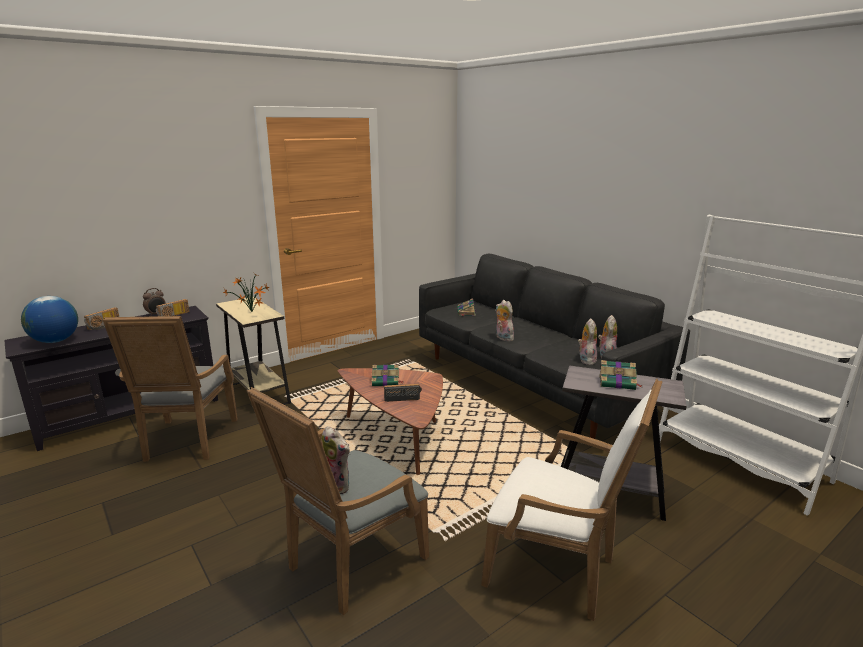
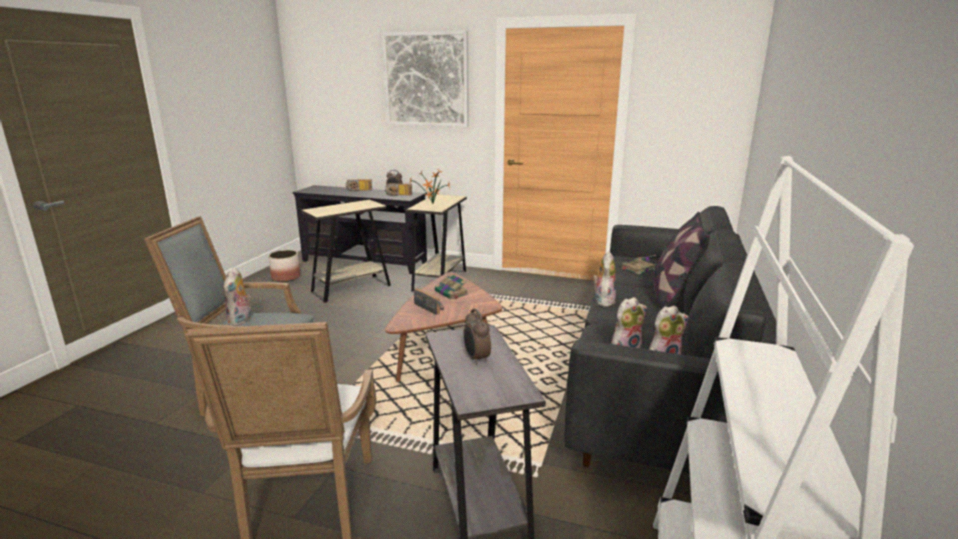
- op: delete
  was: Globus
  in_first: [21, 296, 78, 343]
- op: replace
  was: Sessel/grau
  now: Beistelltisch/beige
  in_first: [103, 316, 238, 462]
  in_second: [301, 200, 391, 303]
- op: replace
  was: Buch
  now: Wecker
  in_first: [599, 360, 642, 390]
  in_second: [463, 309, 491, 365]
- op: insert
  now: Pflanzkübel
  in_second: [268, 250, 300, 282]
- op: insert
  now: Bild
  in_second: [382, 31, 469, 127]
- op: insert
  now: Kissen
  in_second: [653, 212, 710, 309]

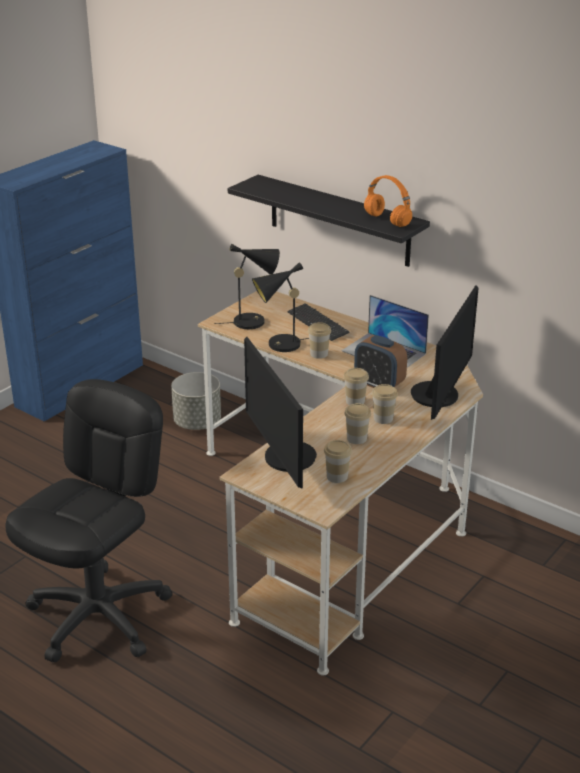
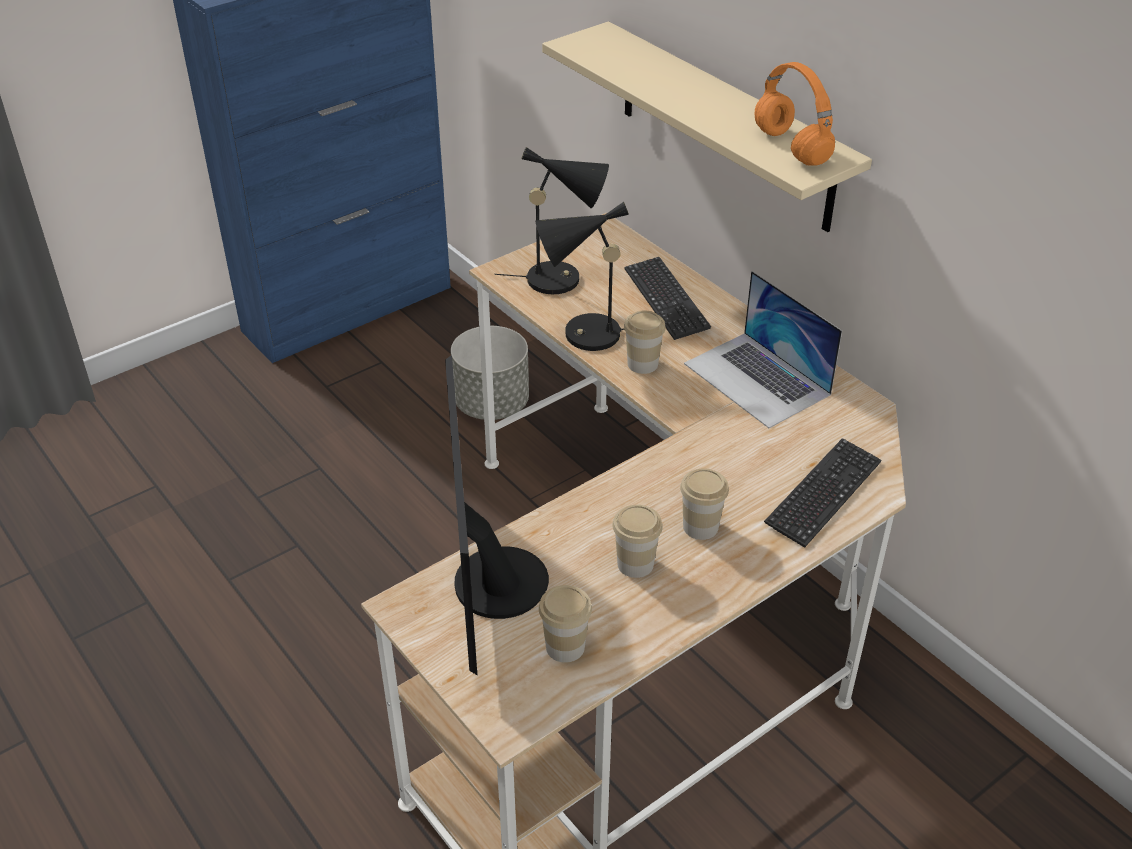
- op: delete
  was: Bürostuhl/schwarz
  in_first: [5, 379, 173, 663]
- op: recolor
  was: Wandregal/schwarz
  now: Wandregal/beige
  in_first: [228, 175, 430, 267]
  in_second: [542, 21, 872, 232]
- op: delete
  was: Tasse
  in_first: [343, 368, 369, 405]
- op: delete
  was: Wecker
  in_first: [354, 335, 407, 388]
- op: replace
  was: Monitor
  now: Tastatur
  in_first: [411, 285, 479, 420]
  in_second: [764, 438, 881, 548]

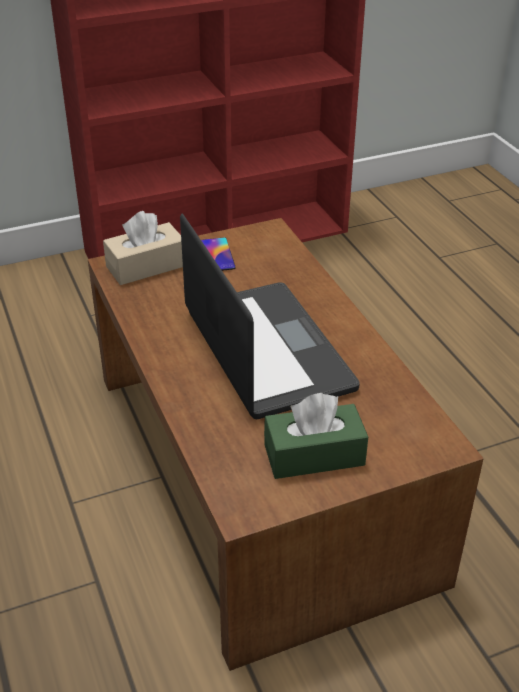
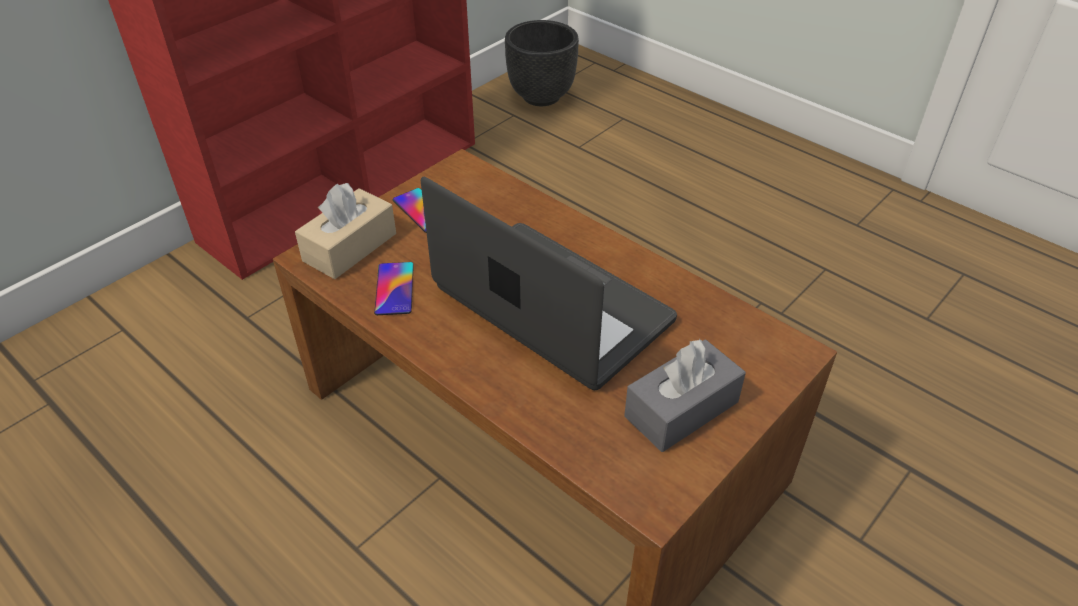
- op: recolor
  was: Taschentuchbox/grün
  now: Taschentuchbox/grau
  in_first: [264, 393, 368, 479]
  in_second: [624, 339, 746, 452]
- op: insert
  now: Handy
  in_second: [374, 262, 414, 315]
- op: insert
  now: Pflanzkübel/schwarz
  in_second: [505, 20, 579, 106]

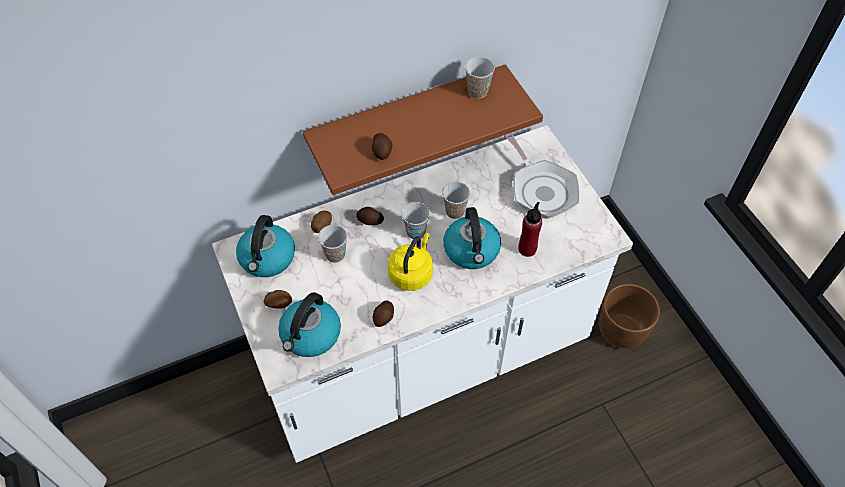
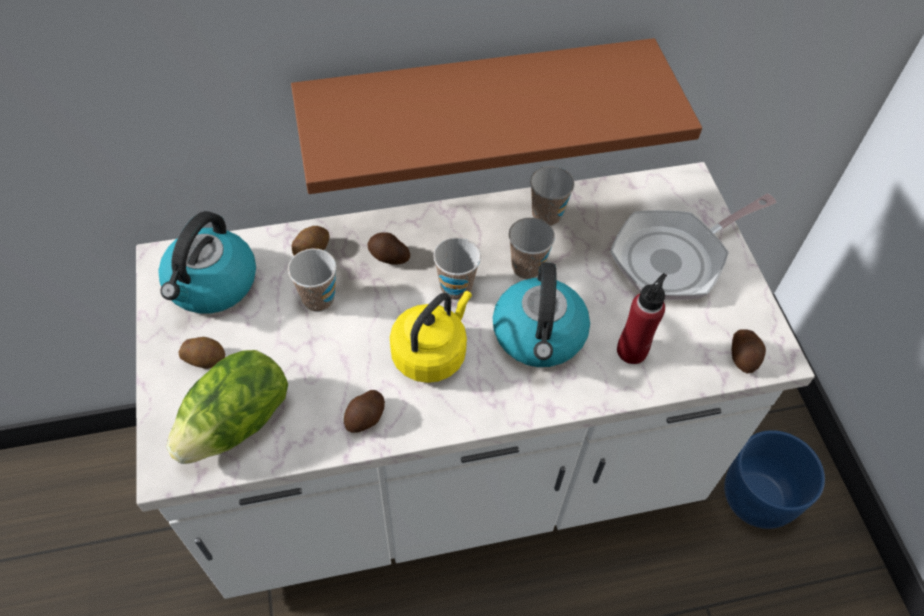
- op: replace
  was: Wasserkessel
  now: Salatkopf
  in_first: [278, 292, 341, 357]
  in_second: [166, 350, 288, 464]
- op: move
  was: Kartoffel
  in_first: [372, 133, 393, 160]
  in_second: [732, 329, 766, 374]
- op: move
  was: Tasse
  in_first: [465, 57, 495, 99]
  in_second: [530, 166, 575, 226]
- op: rotate
  was: Pfanne
  in_first: [504, 133, 579, 219]
  in_second: [610, 193, 776, 300]
  clockwise: 75
- op: recolor
  was: Pflanzkübel/braun
  now: Pflanzkübel/blau
  in_first: [599, 284, 660, 349]
  in_second: [724, 430, 825, 529]

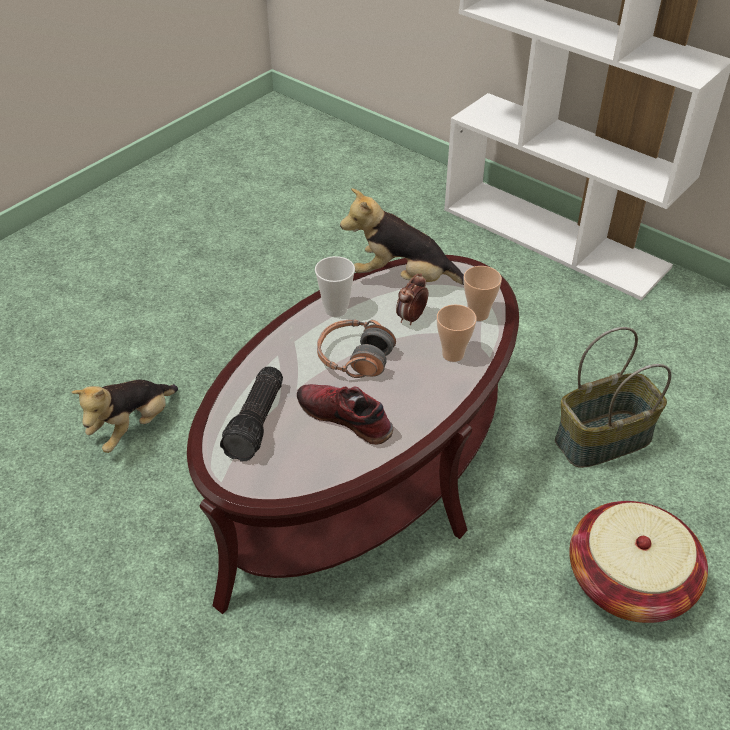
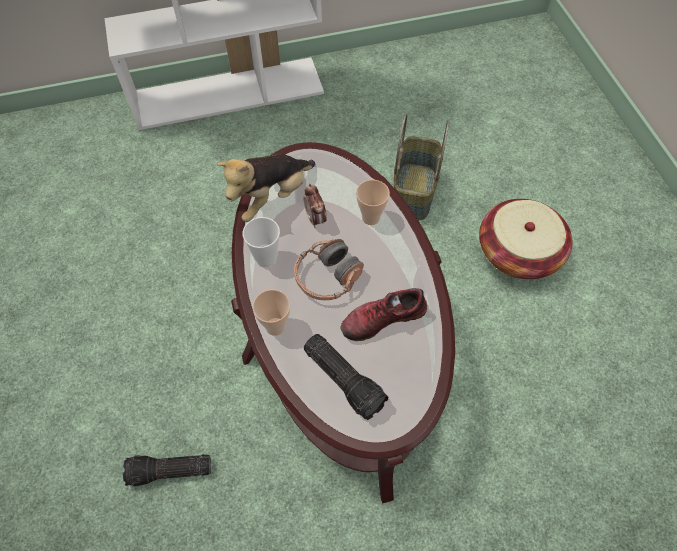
- op: replace
  was: Plüschtier
  now: Taschenlampe
  in_first: [71, 380, 178, 453]
  in_second: [123, 454, 211, 486]
- op: move
  was: Tasse
  in_first: [464, 266, 502, 321]
  in_second: [253, 290, 290, 336]

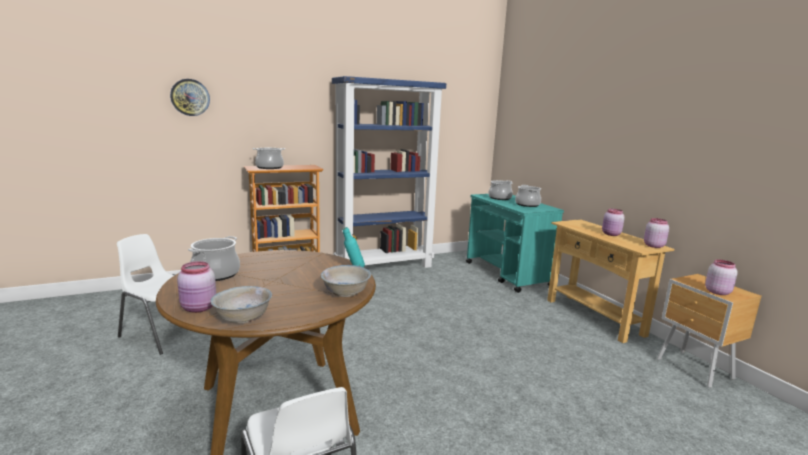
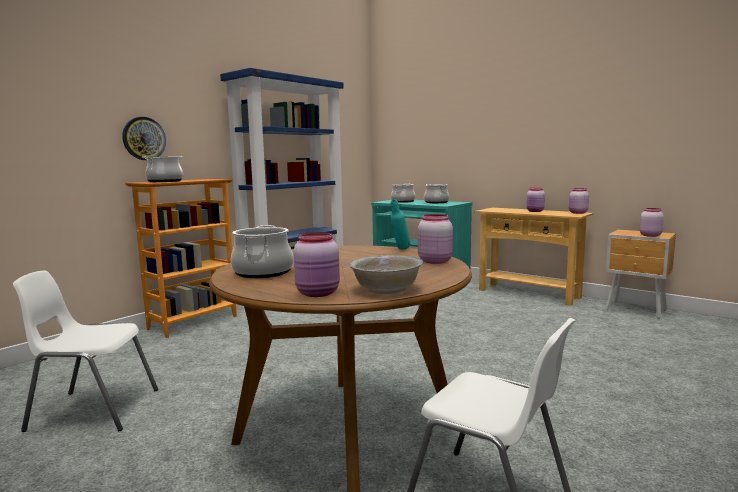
- op: move
  was: Wanduhr
  in_first: [170, 79, 210, 116]
  in_second: [122, 117, 166, 160]
- op: replace
  was: Schüssel/weiß
  now: Vorratsglas/rosa
  in_first: [321, 265, 371, 297]
  in_second: [418, 214, 453, 264]

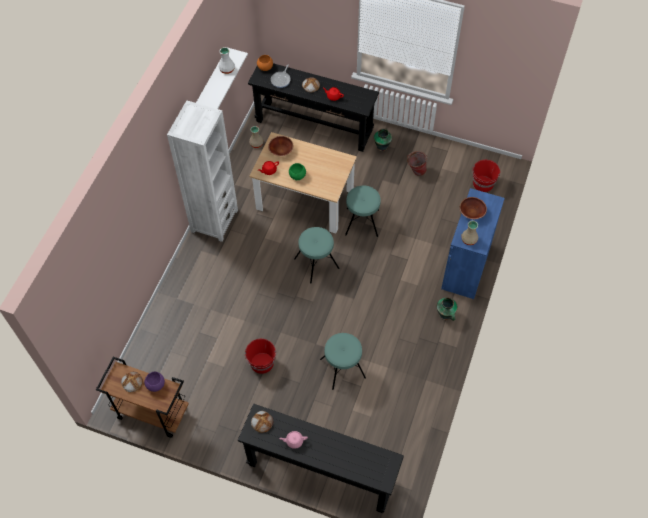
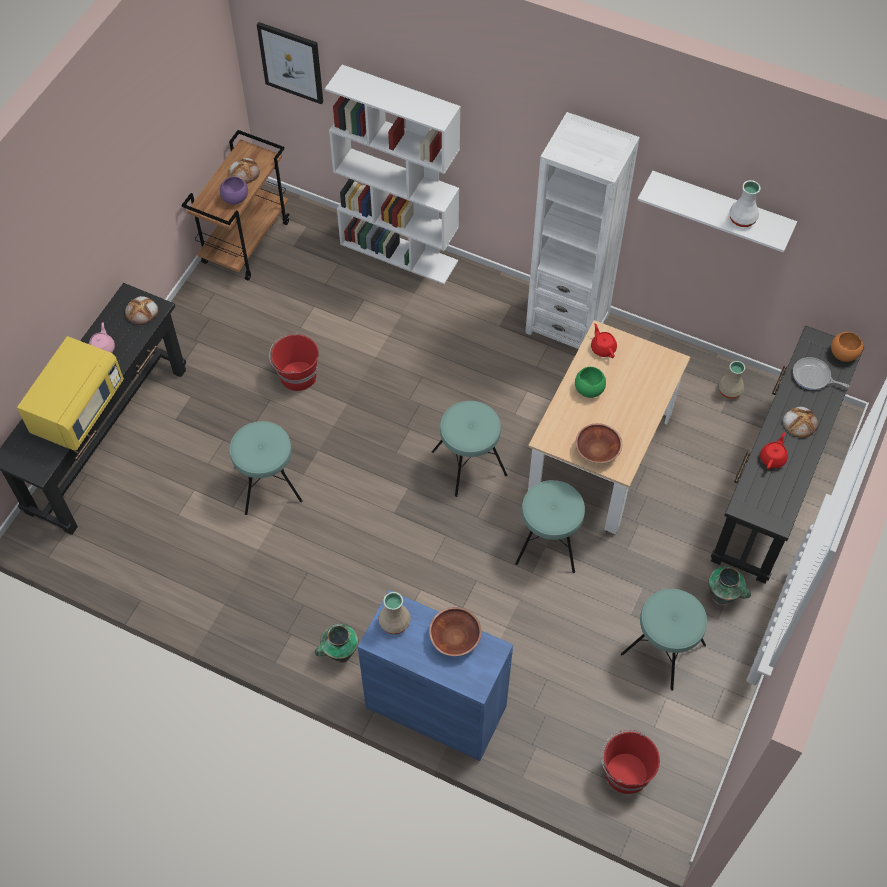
- op: move
  was: Schüssel/braun
  in_first: [268, 136, 293, 156]
  in_second: [576, 423, 622, 463]
- op: replace
  was: Eimer
  now: Hocker/türkis
  in_first: [407, 151, 428, 176]
  in_second: [621, 589, 707, 691]
- op: insert
  now: Mikrowelle/gelb
  in_second: [17, 336, 124, 451]
- op: insert
  now: Bild
  in_second: [257, 22, 323, 104]
- op: insert
  now: Bücherregal/weiß
  in_second: [325, 65, 461, 284]

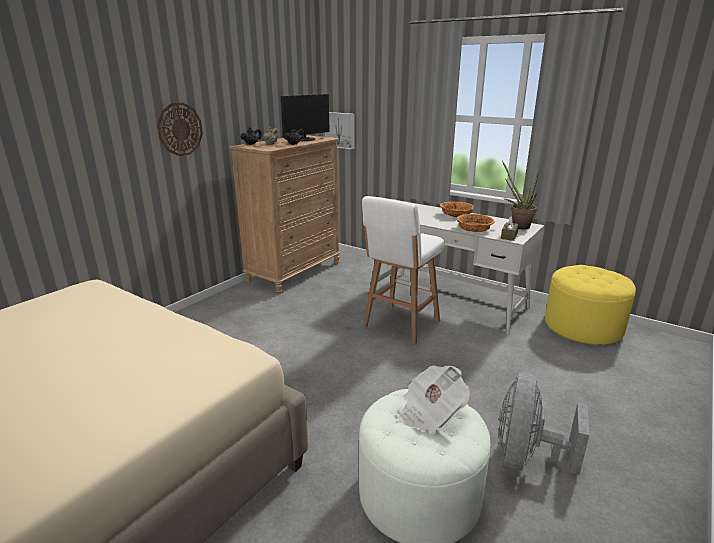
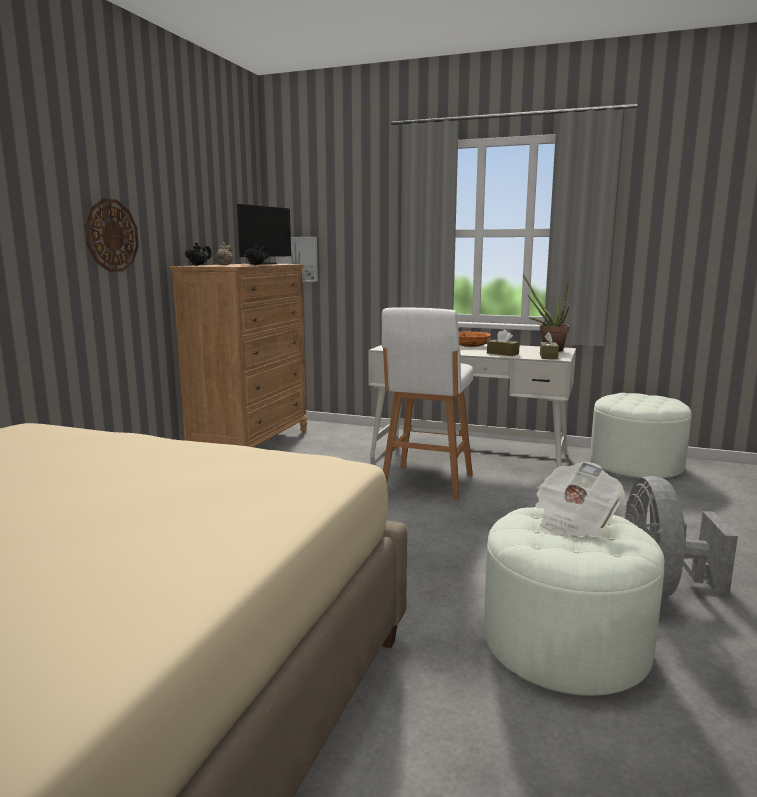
- op: replace
  was: Schüssel/orange
  now: Taschentuchbox/braun
  in_first: [456, 214, 495, 232]
  in_second: [487, 329, 520, 356]
- op: recolor
  was: Polsterhocker/gelb
  now: Polsterhocker/weiß
  in_first: [545, 265, 636, 345]
  in_second: [590, 393, 691, 479]

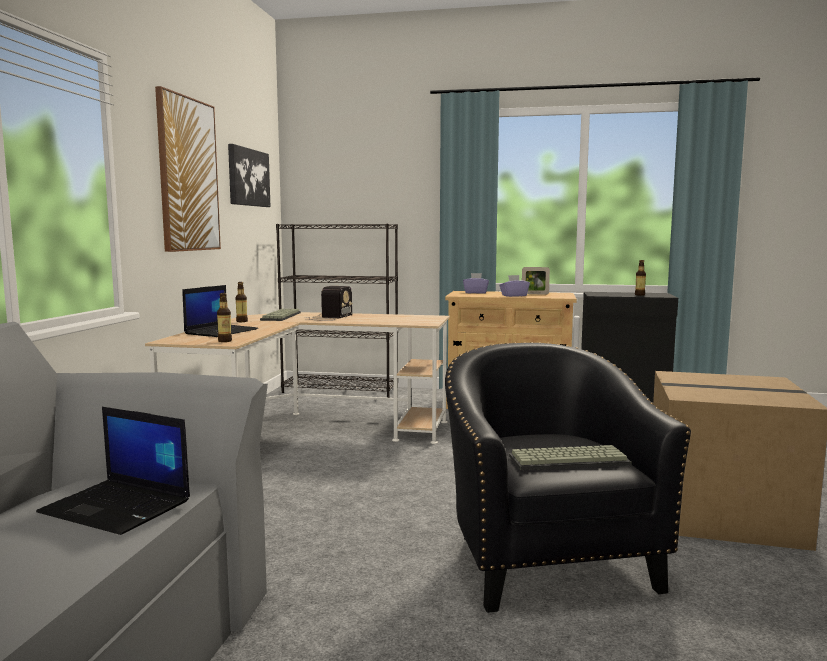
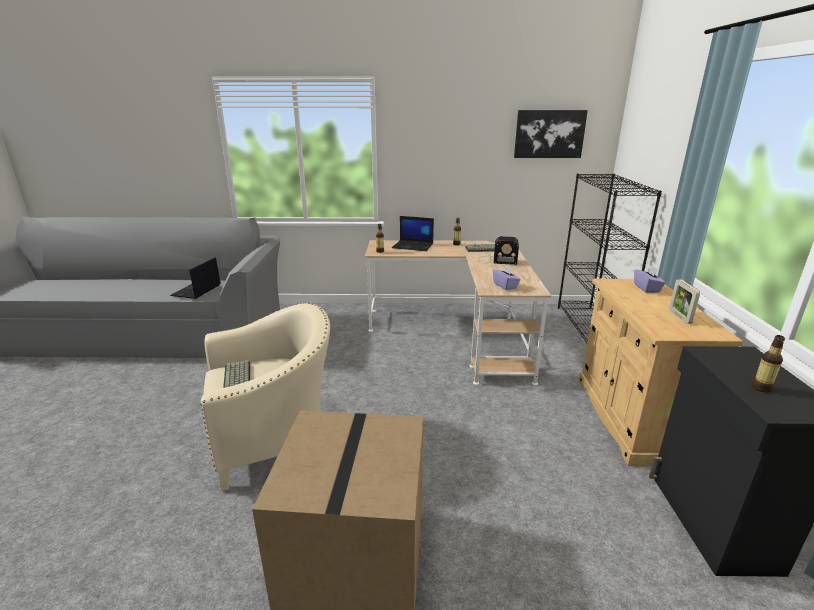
- op: delete
  was: Bild
  in_first: [155, 86, 221, 252]
- op: recolor
  was: Sessel/schwarz
  now: Sessel/beige
  in_first: [445, 342, 691, 613]
  in_second: [201, 302, 330, 491]
- op: move
  was: Taschentuchbox/lila
  in_first: [500, 275, 530, 297]
  in_second: [493, 265, 521, 290]

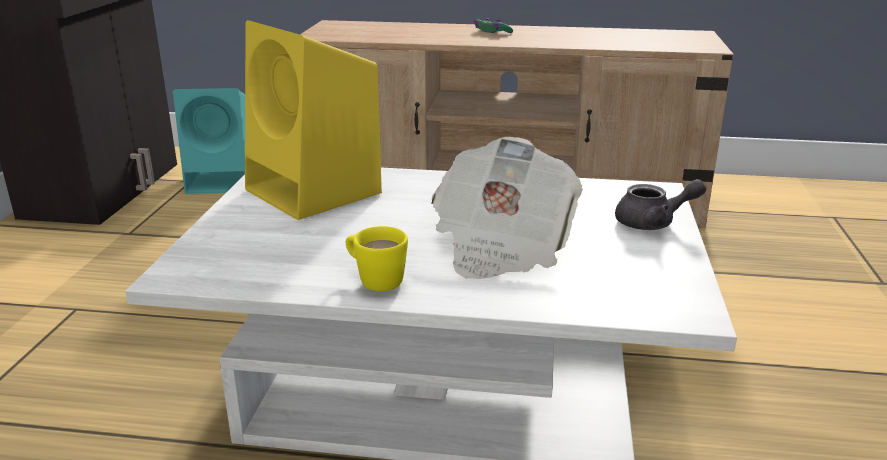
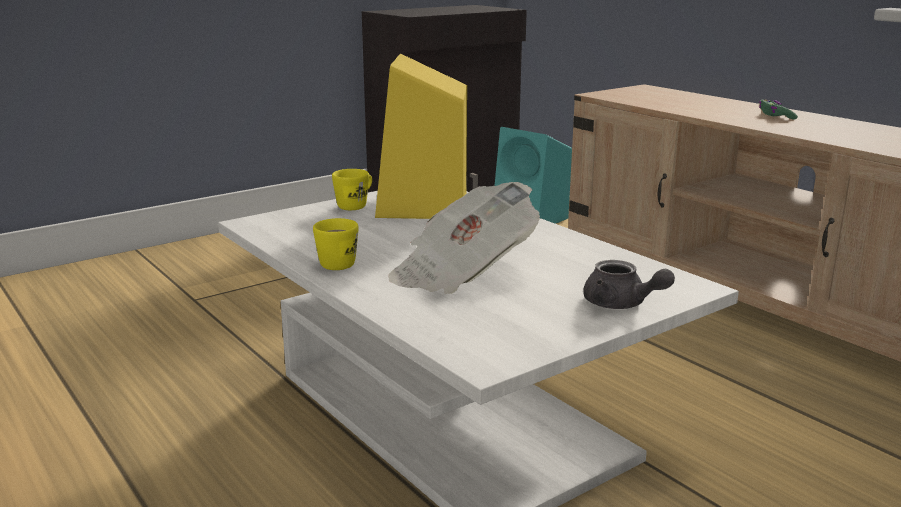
- op: insert
  now: Henkelbecher/gelb
  in_second: [332, 169, 372, 210]

